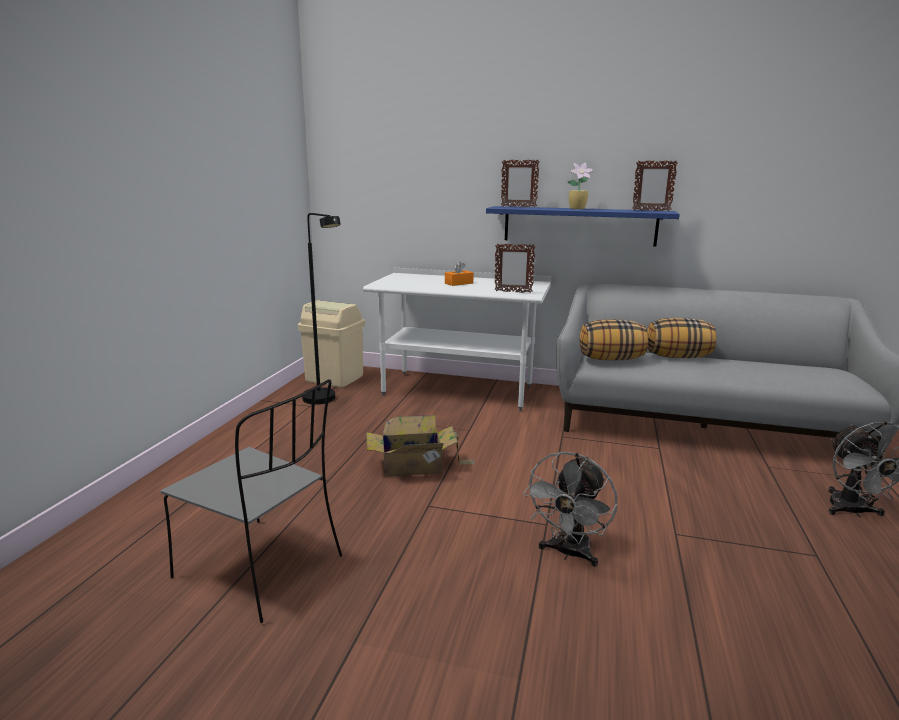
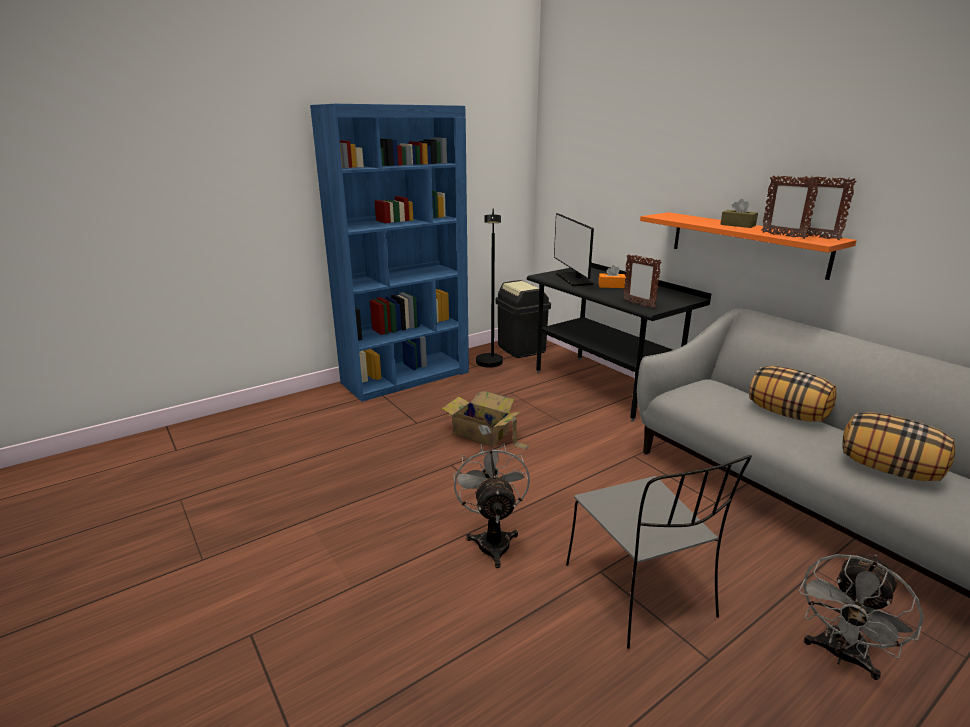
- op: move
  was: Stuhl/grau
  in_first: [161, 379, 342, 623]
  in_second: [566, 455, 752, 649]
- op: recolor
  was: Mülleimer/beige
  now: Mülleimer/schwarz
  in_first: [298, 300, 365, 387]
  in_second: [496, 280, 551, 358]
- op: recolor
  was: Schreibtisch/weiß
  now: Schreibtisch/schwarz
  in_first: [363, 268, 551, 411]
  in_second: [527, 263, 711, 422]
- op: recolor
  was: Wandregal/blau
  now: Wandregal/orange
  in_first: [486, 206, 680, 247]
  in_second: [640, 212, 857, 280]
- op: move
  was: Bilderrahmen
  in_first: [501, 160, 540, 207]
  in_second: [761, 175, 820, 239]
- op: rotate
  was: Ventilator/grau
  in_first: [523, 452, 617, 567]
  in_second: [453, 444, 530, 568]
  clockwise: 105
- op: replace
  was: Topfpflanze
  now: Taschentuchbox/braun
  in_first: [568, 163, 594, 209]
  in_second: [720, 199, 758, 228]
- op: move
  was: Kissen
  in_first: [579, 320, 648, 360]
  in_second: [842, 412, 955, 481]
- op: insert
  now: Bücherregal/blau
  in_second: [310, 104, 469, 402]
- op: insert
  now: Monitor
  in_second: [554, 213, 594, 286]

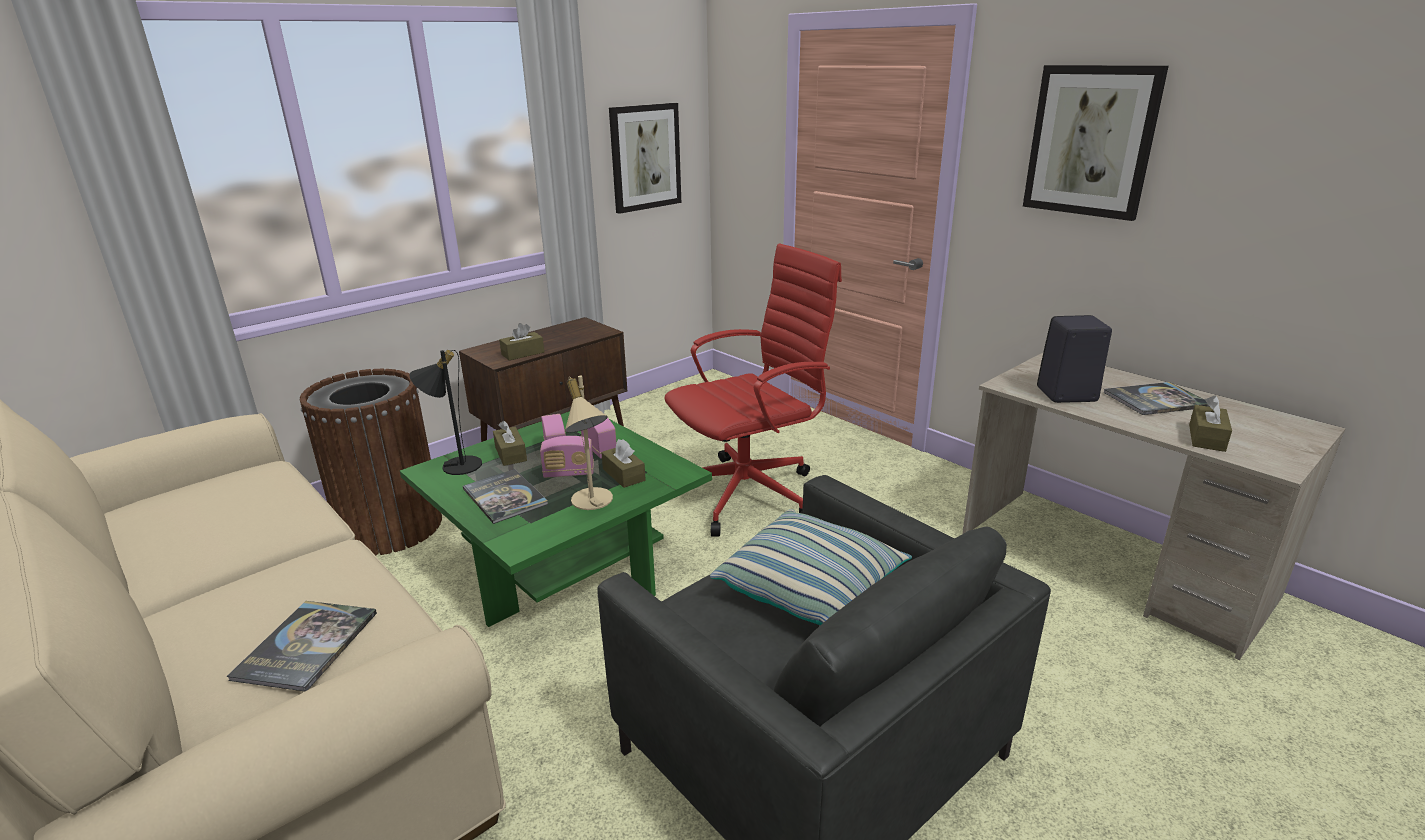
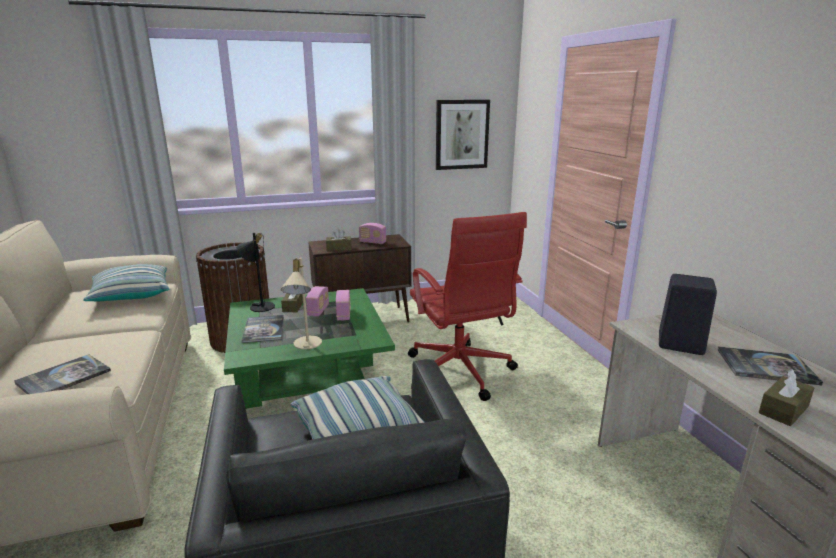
- op: move
  was: Radio
  in_first: [540, 436, 594, 478]
  in_second: [359, 223, 386, 244]
- op: delete
  was: Taschentuchbox/braun
  in_first: [601, 439, 646, 488]
- op: rotate
  was: Bürostuhl/rot
  in_first: [665, 243, 842, 537]
  in_second: [408, 212, 527, 401]
  clockwise: 75
- op: delete
  was: Bild
  in_first: [1023, 65, 1169, 221]
- op: insert
  now: Kissen
  in_second: [83, 264, 169, 302]

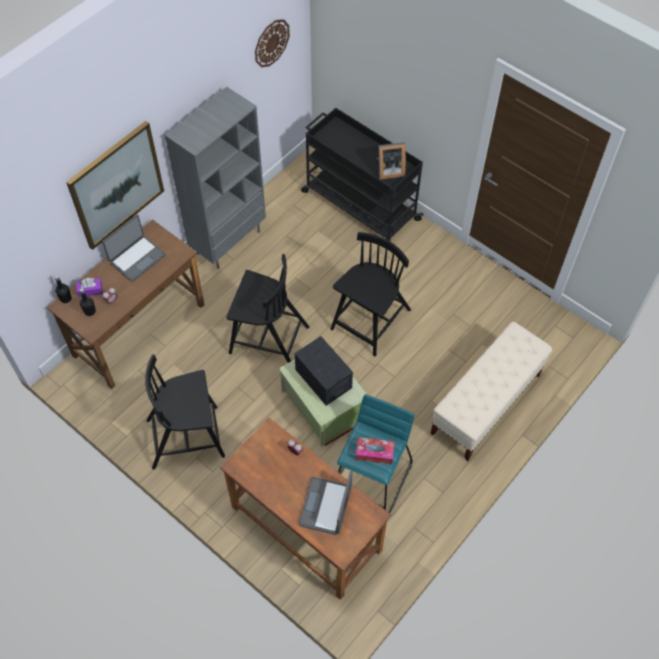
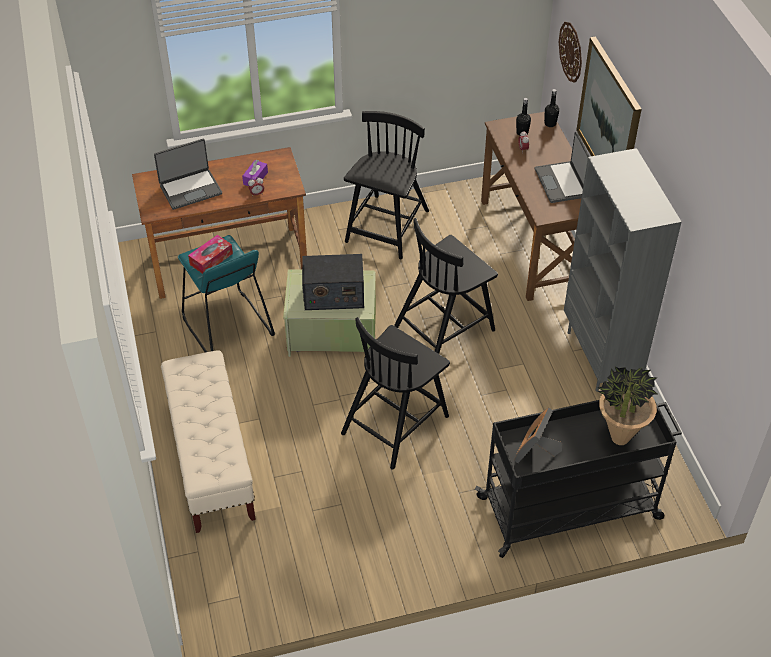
- op: move
  was: Taschentuchbox/lila
  in_first: [76, 278, 103, 298]
  in_second: [242, 160, 268, 186]
- op: move
  was: Wanduhr
  in_first: [255, 19, 290, 67]
  in_second: [559, 22, 582, 83]
- op: rotate
  was: Laptop
  in_first: [298, 470, 353, 535]
  in_second: [154, 139, 222, 210]
  clockwise: 105
- op: rotate
  was: Stuhl/schwarz
  in_first: [331, 232, 411, 356]
  in_second: [341, 317, 450, 470]
  clockwise: 60
- op: insert
  now: Topfpflanze
  in_second: [598, 367, 658, 445]

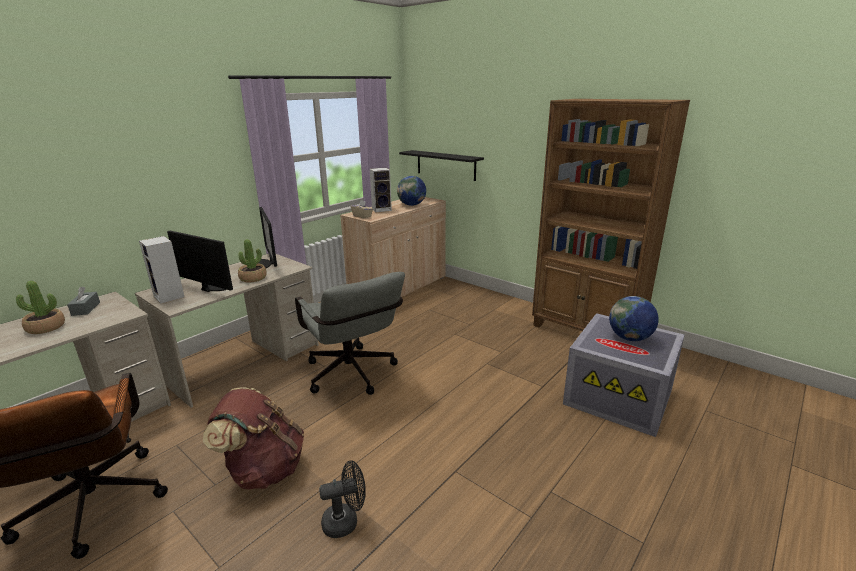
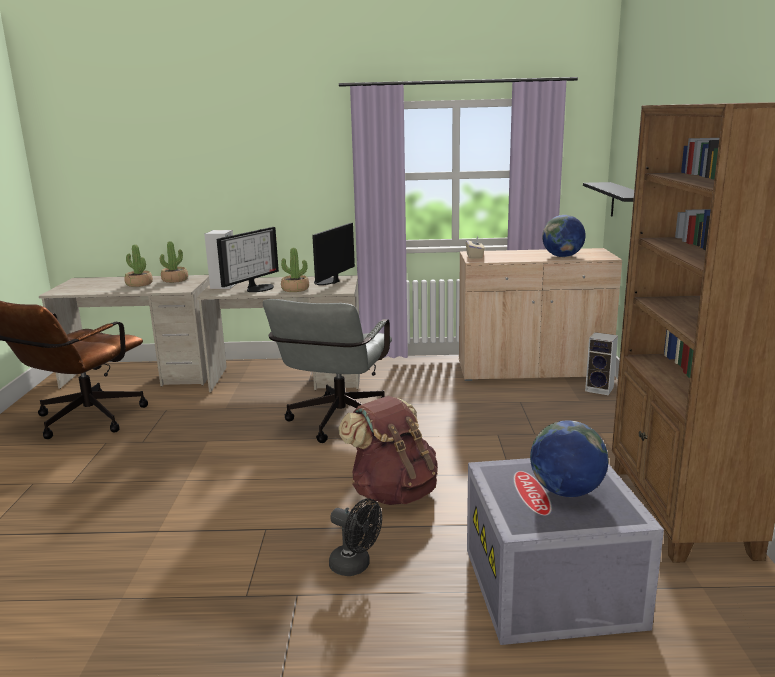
- op: replace
  was: Taschentuchbox/grau
  now: Topfpflanze
  in_first: [67, 287, 100, 316]
  in_second: [160, 241, 188, 283]
- op: rotate
  was: Monitor
  in_first: [167, 231, 233, 292]
  in_second: [217, 227, 279, 292]
  clockwise: 45
- op: move
  was: Rucksack/braun
  in_first: [203, 387, 304, 490]
  in_second: [339, 396, 438, 505]
- op: move
  was: Ventilator/schwarz
  in_first: [319, 460, 366, 538]
  in_second: [329, 499, 382, 576]
- op: move
  was: Lautsprecher
  in_first: [370, 168, 392, 212]
  in_second: [585, 332, 618, 395]

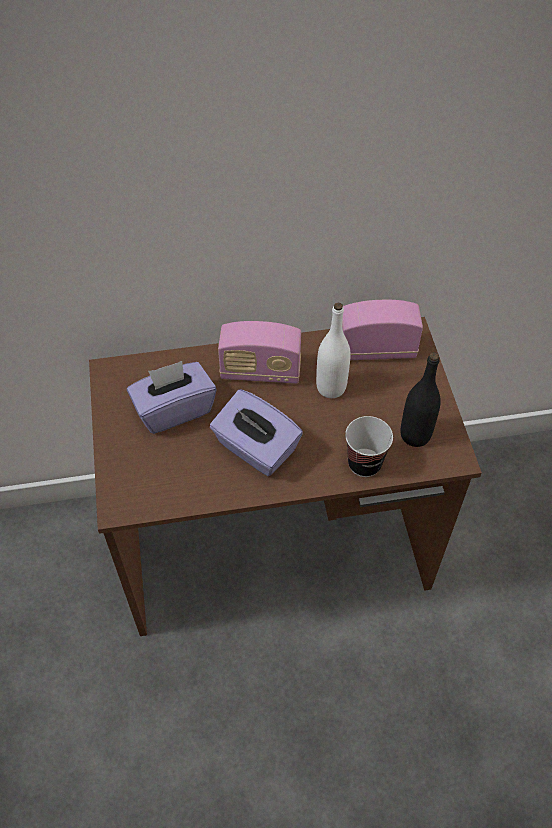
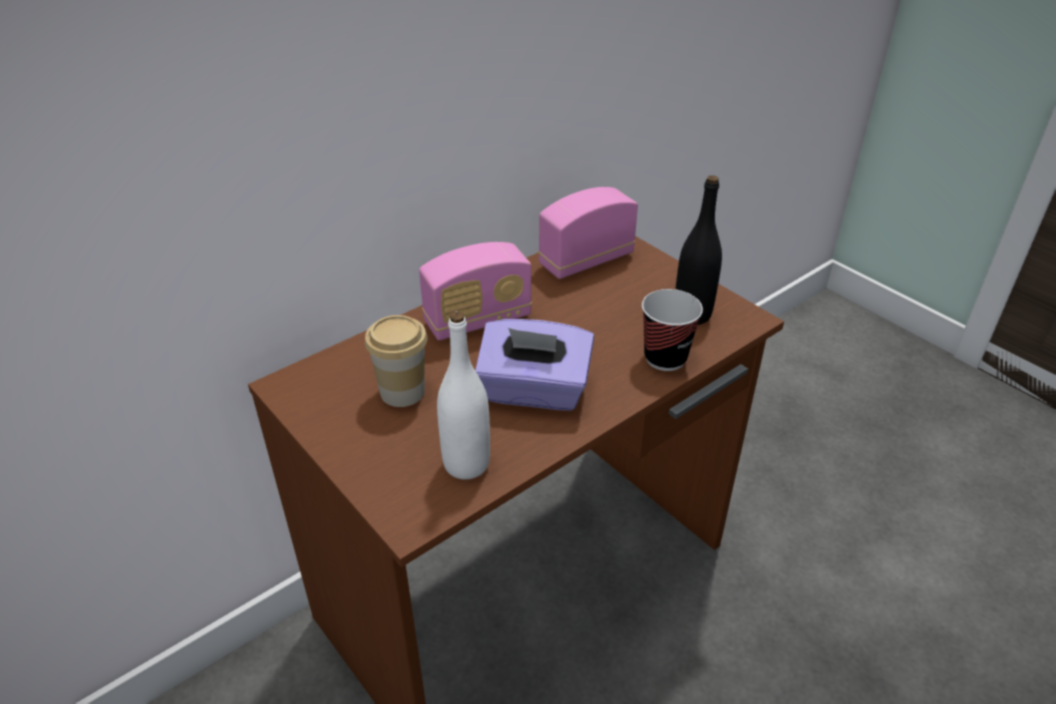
- op: replace
  was: Taschentuchbox/lila
  now: Tasse
  in_first: [127, 361, 217, 434]
  in_second: [365, 315, 427, 407]
- op: move
  was: Flasche/weiß
  in_first: [316, 303, 351, 398]
  in_second: [437, 311, 490, 480]

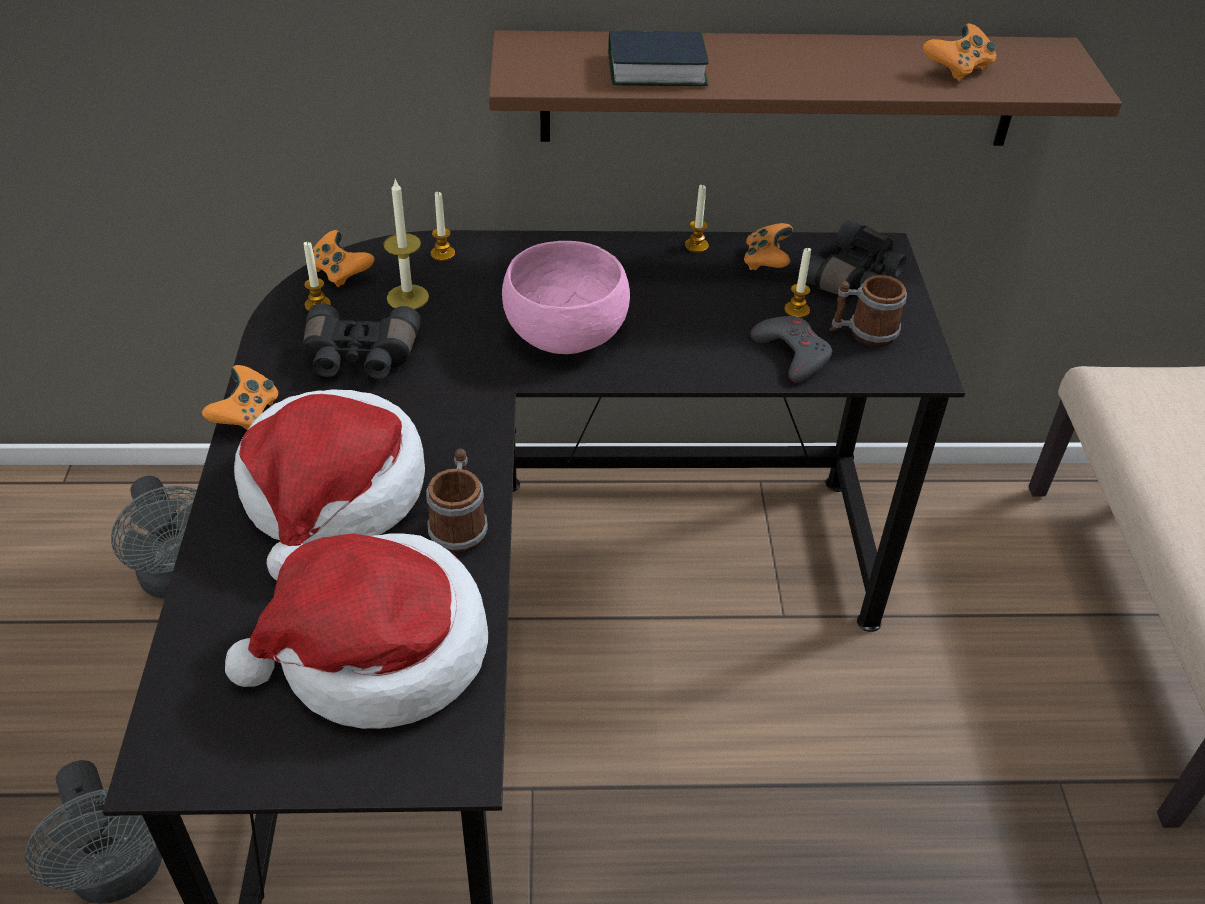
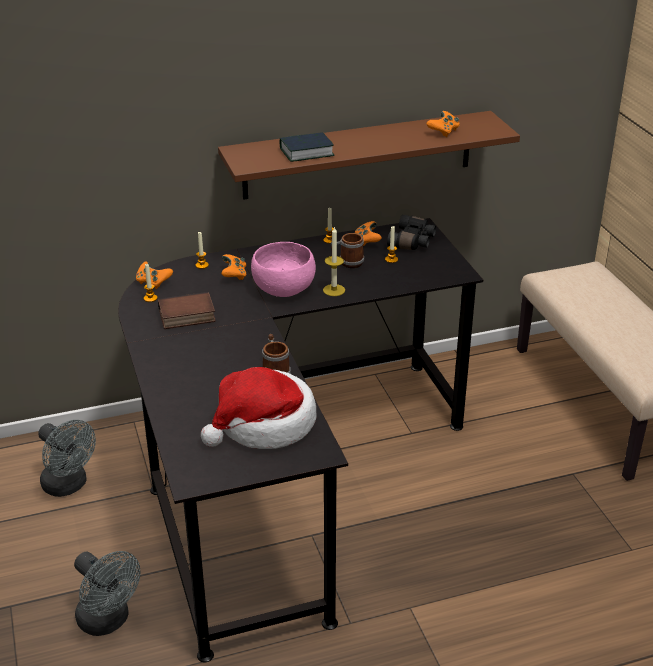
- op: move
  was: Gamepad/orange
  in_first: [202, 365, 278, 430]
  in_second: [221, 254, 247, 280]
- op: delete
  was: Hut
  in_first: [234, 389, 425, 581]
- op: replace
  was: Fernglas/schwarz
  now: Buch
  in_first: [303, 303, 421, 379]
  in_second: [158, 292, 216, 329]
- op: move
  was: Kerze
  in_first: [383, 178, 429, 309]
  in_second: [323, 226, 345, 296]
- op: delete
  was: Gamepad/grau
  in_first: [750, 316, 832, 383]
- op: move
  was: Henkelbecher
  in_first: [829, 275, 907, 347]
  in_second: [331, 233, 364, 268]

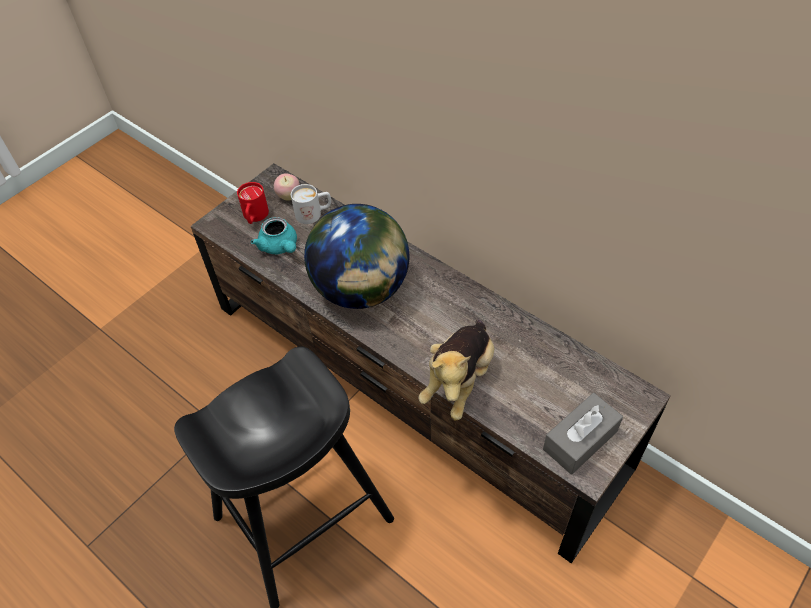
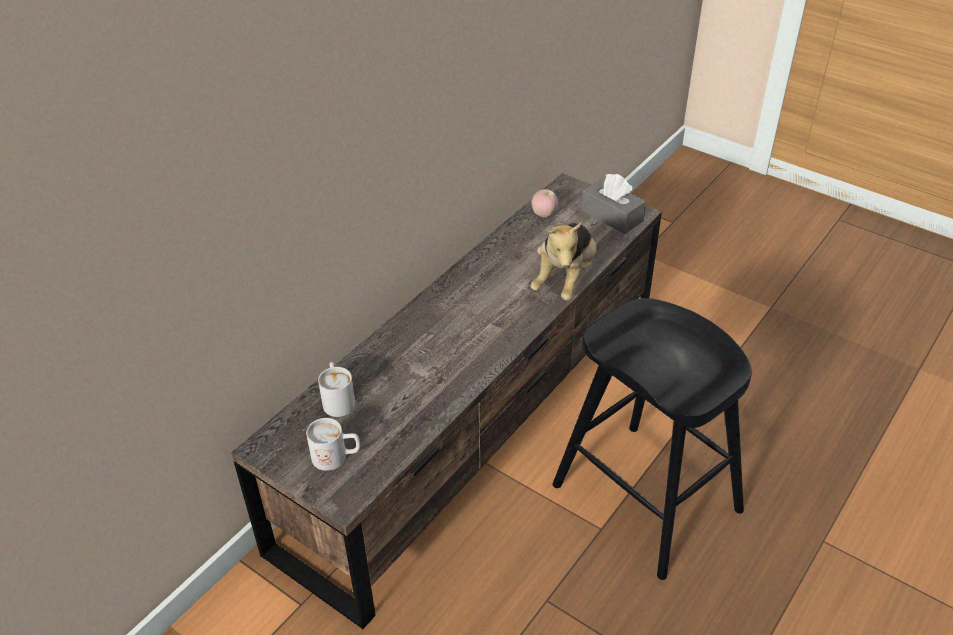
- op: recolor
  was: Henkelbecher/rot
  now: Henkelbecher/weiß
  in_first: [237, 182, 269, 224]
  in_second: [306, 418, 360, 471]
- op: delete
  was: Teekanne/türkis
  in_first: [251, 217, 297, 254]
- op: move
  was: Apfel
  in_first: [274, 173, 300, 201]
  in_second: [531, 189, 558, 218]
- op: delete
  was: Globus
  in_first: [304, 204, 409, 309]
- op: rotate
  was: Plüschtier
  in_first: [418, 320, 494, 420]
  in_second: [531, 222, 596, 301]
  clockwise: 90

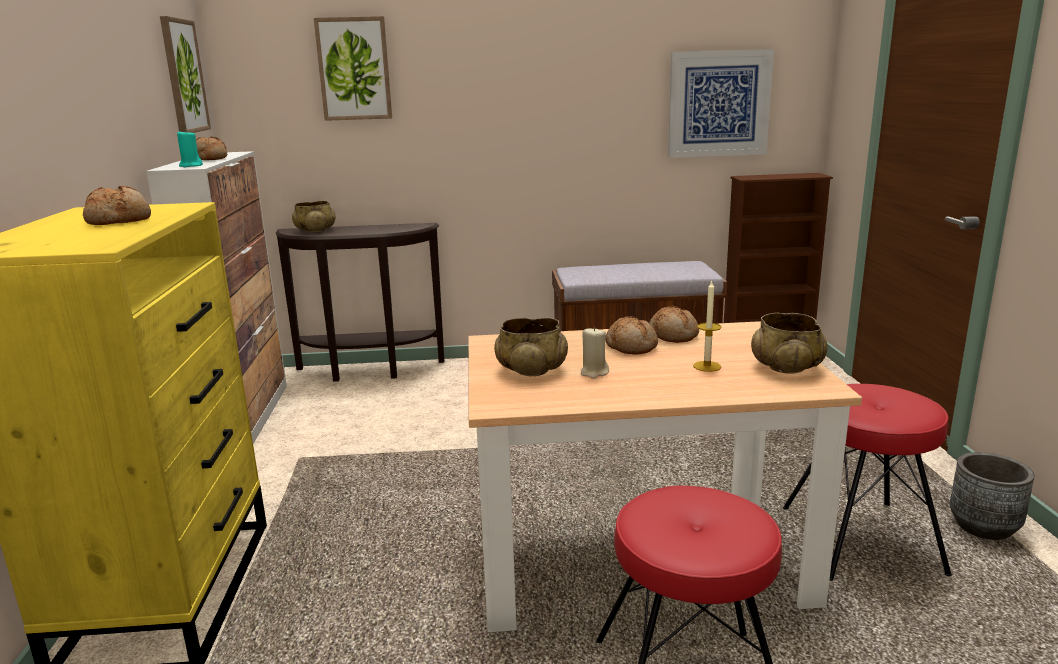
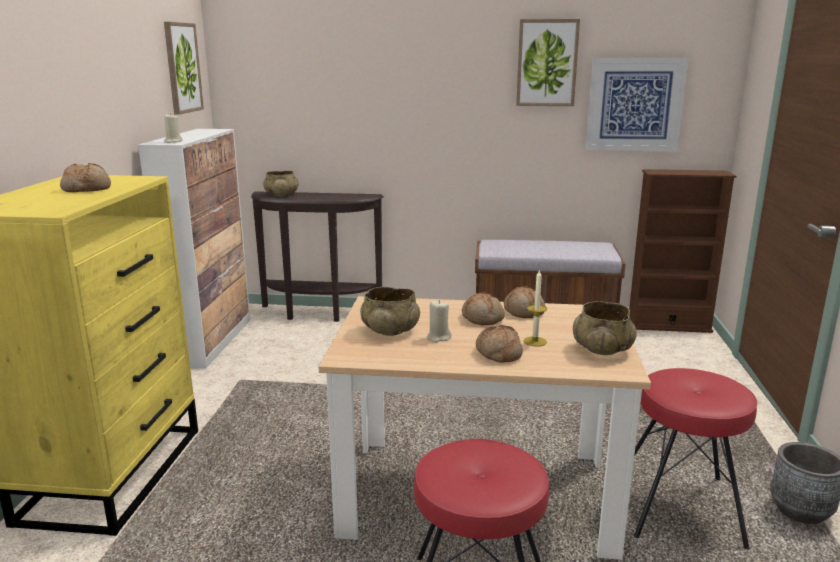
- op: recolor
  was: Kerze/türkis
  now: Kerze/beige
  in_first: [177, 130, 203, 167]
  in_second: [164, 113, 183, 143]
- op: move
  was: Brot
  in_first: [196, 137, 227, 160]
  in_second: [476, 325, 523, 363]
- op: move
  was: Bild
  in_first: [314, 16, 392, 121]
  in_second: [516, 19, 580, 106]

